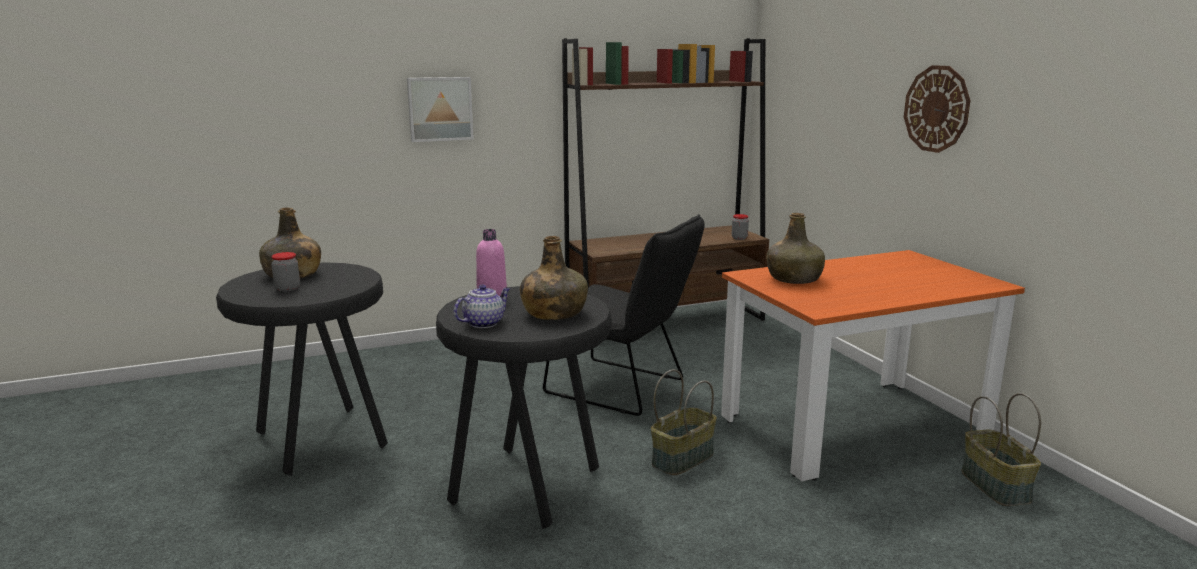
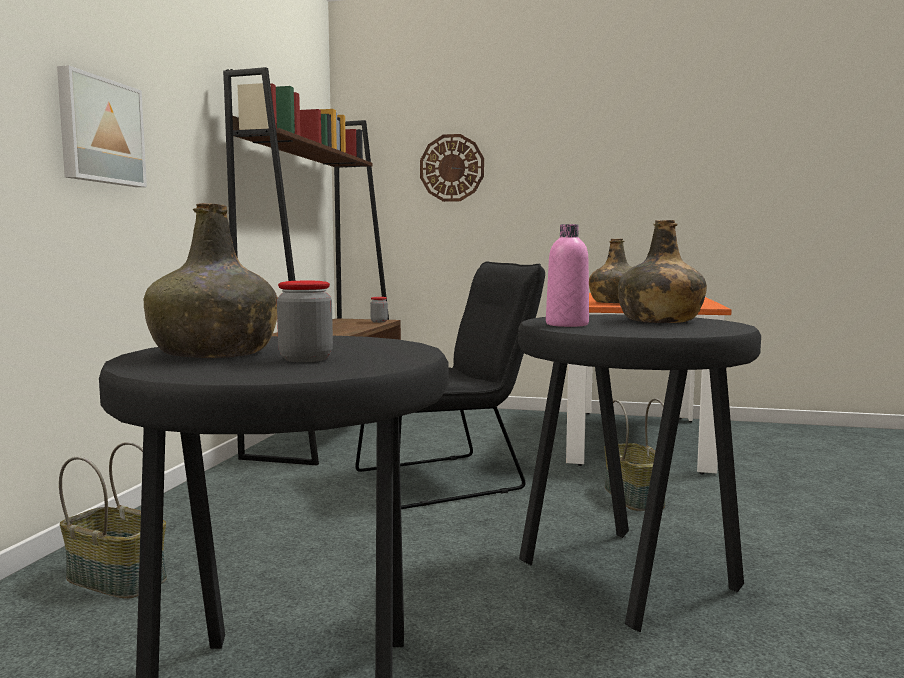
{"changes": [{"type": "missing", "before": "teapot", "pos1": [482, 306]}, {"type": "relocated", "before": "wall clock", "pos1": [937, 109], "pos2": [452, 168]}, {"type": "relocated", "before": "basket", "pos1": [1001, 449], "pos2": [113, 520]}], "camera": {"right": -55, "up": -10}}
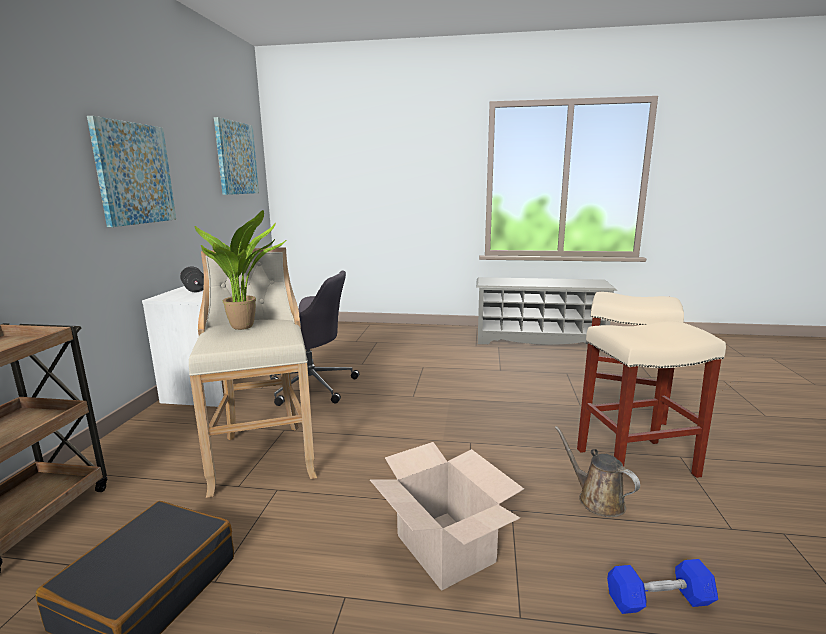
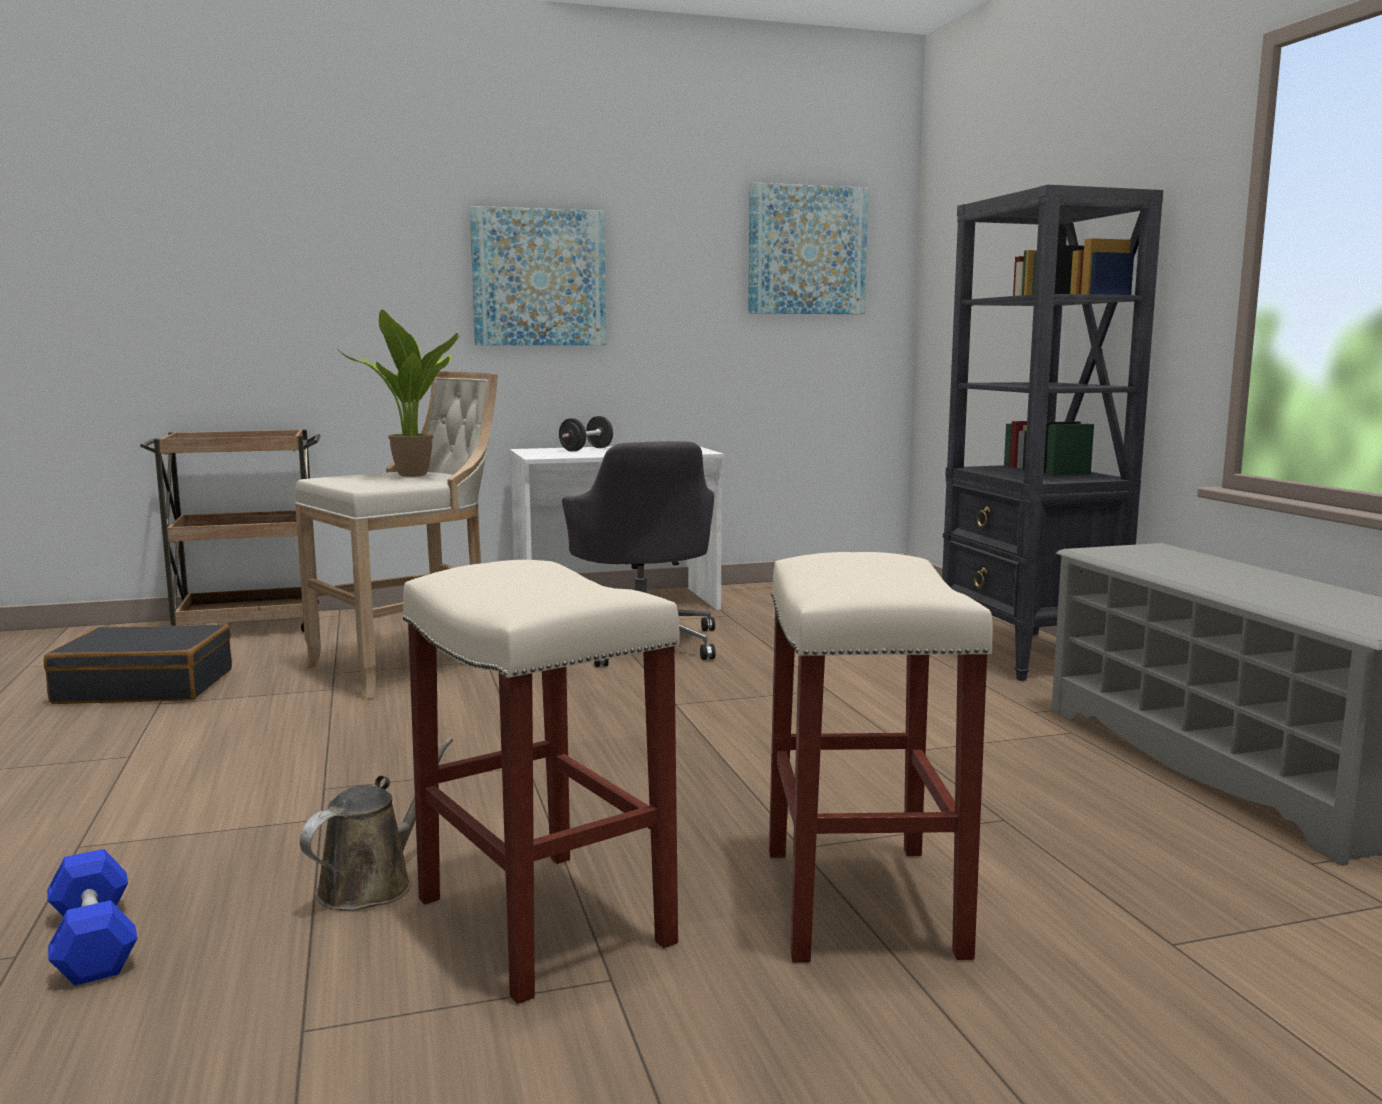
{"changes": [{"type": "missing", "before": "cardboard box", "pos1": [447, 516]}, {"type": "appeared", "after": "black bookcase", "pos2": [1052, 432]}], "camera": {"right": 65, "up": -5}}
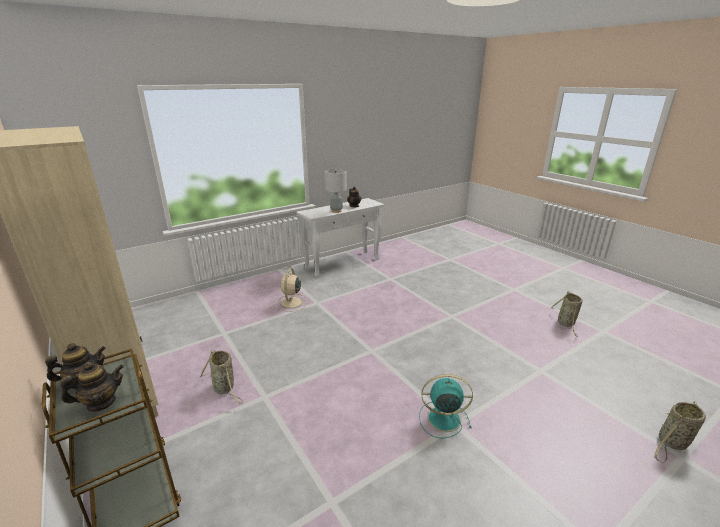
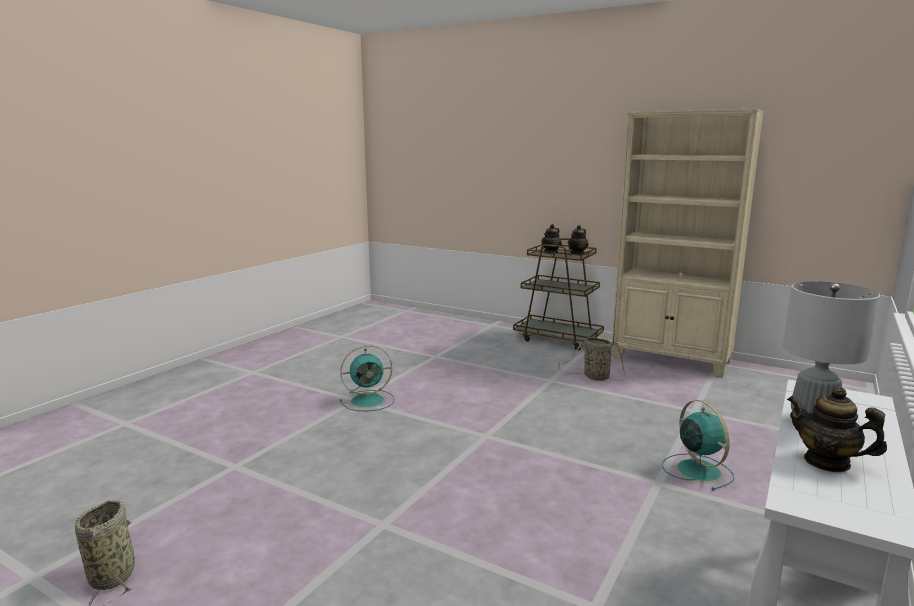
{"changes": [{"type": "colour", "before": "beige fan", "after": "turquoise fan", "pos1": [291, 289], "pos2": [698, 445]}, {"type": "missing", "before": "basket", "pos1": [680, 432]}], "camera": {"right": 155, "up": -10}}
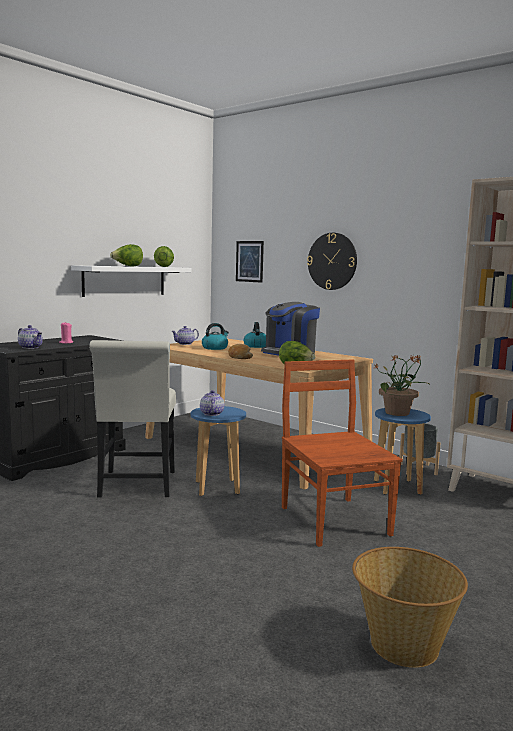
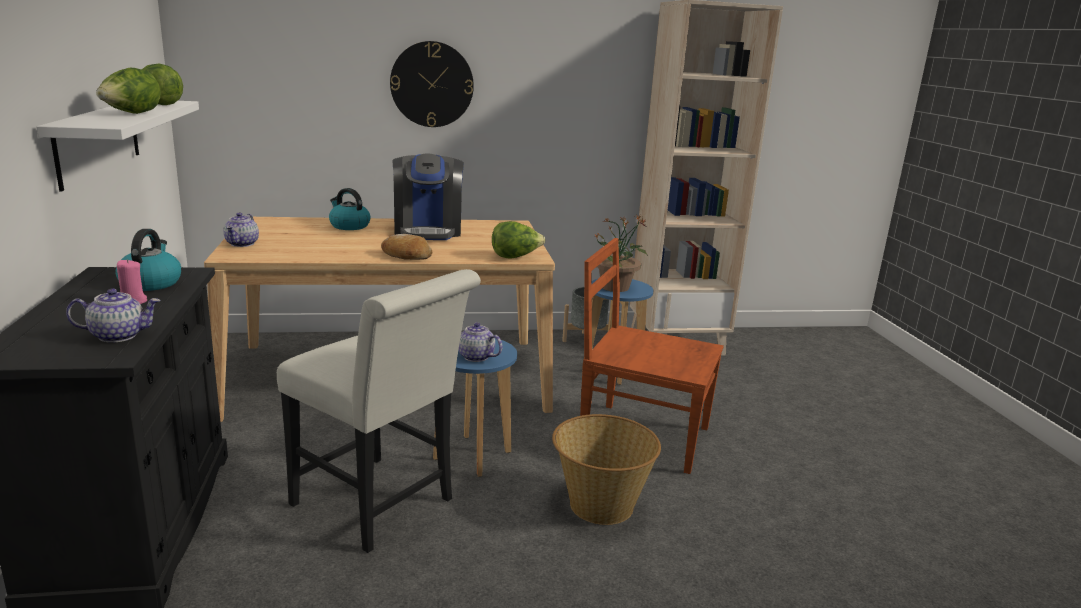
{"changes": [{"type": "relocated", "before": "kettle", "pos1": [215, 336], "pos2": [148, 260]}, {"type": "missing", "before": "picture", "pos1": [250, 262]}, {"type": "relocated", "before": "basket", "pos1": [410, 607], "pos2": [606, 469]}], "camera": {"right": -50, "up": 10}}
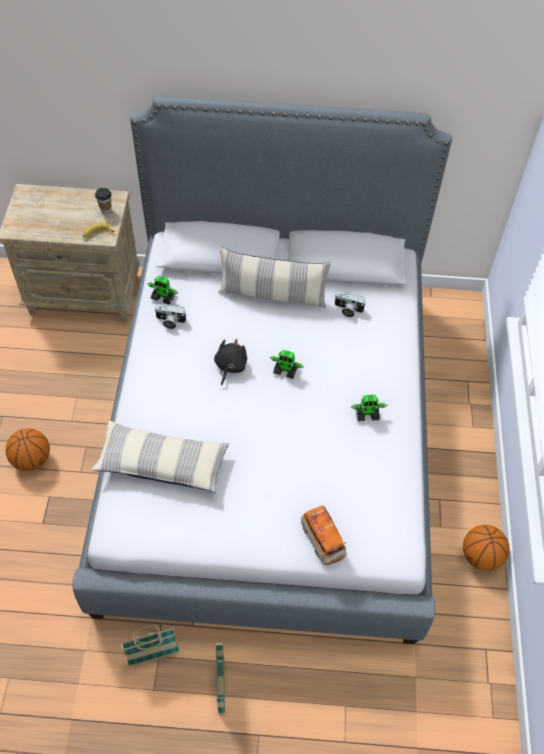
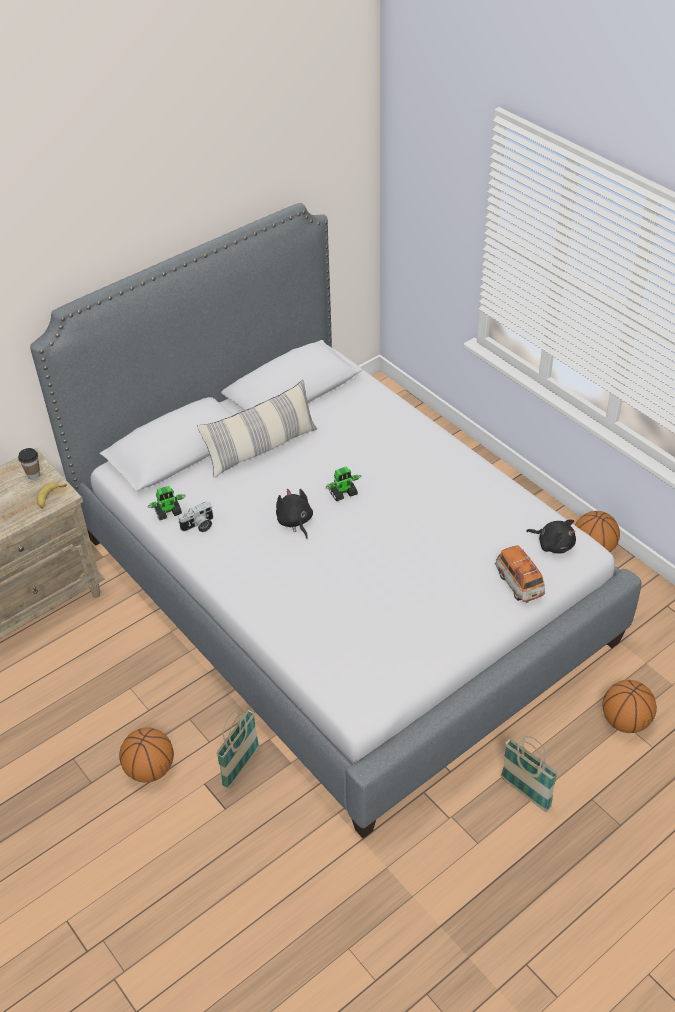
{"changes": [{"type": "missing", "before": "pillow", "pos1": [160, 456]}, {"type": "relocated", "before": "basket", "pos1": [150, 646], "pos2": [237, 749]}, {"type": "spun", "before": "toy car", "pos1": [324, 535], "pos2": [520, 574], "turn": -135}, {"type": "missing", "before": "photo camera", "pos1": [350, 304]}, {"type": "missing", "before": "toy robot", "pos1": [369, 408]}, {"type": "appeared", "after": "black plush toy", "pos2": [551, 536]}, {"type": "appeared", "after": "basketball", "pos2": [629, 706]}], "camera": {"right": -40, "up": -10}}
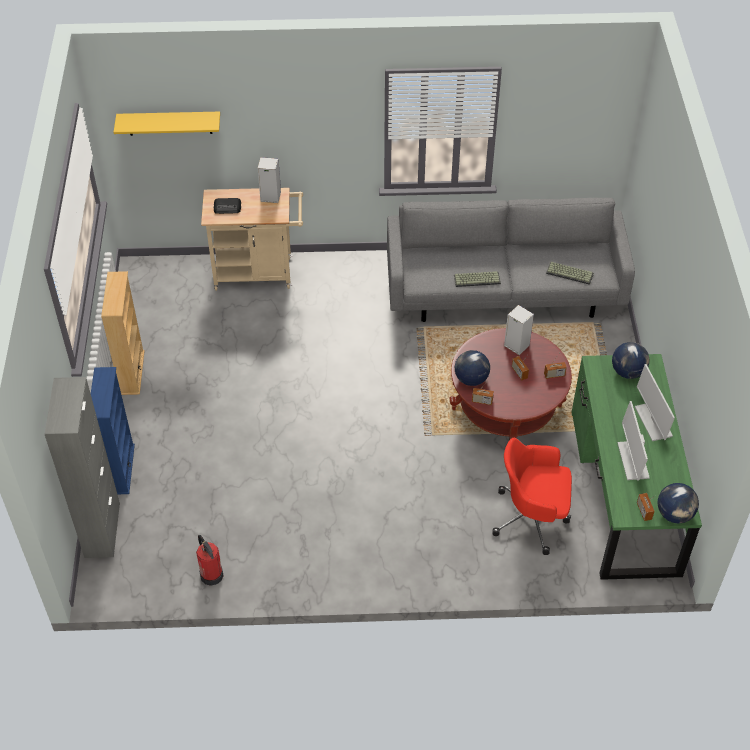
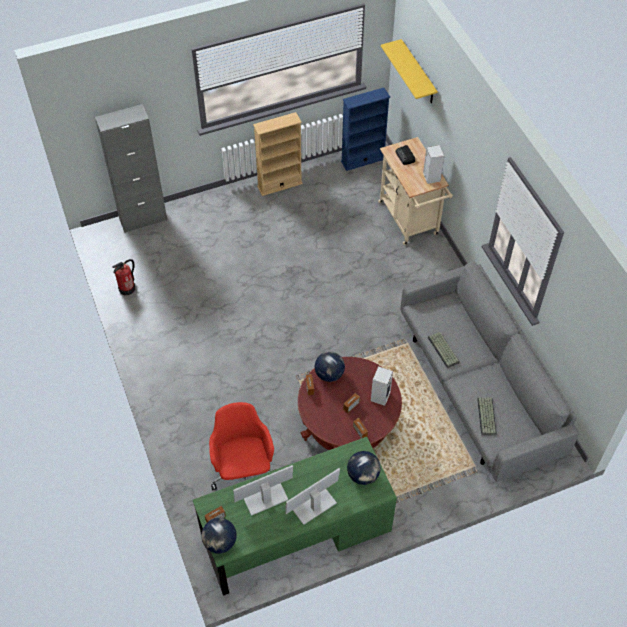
{"changes": [{"type": "relocated", "before": "blue bookcase", "pos1": [113, 430], "pos2": [365, 129]}], "camera": {"right": 70, "up": 5}}
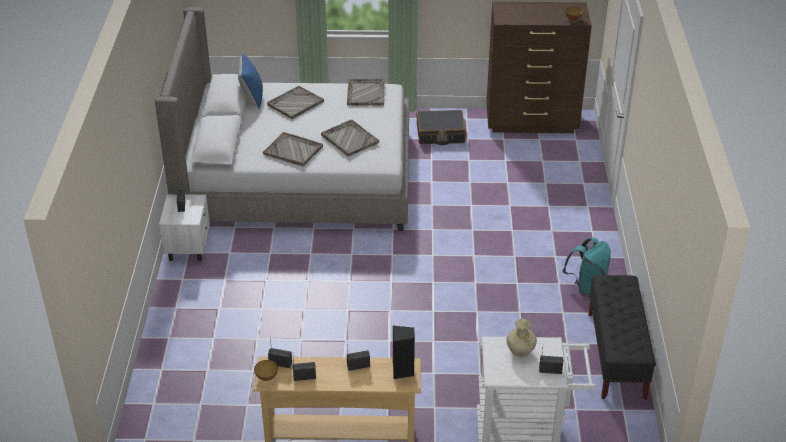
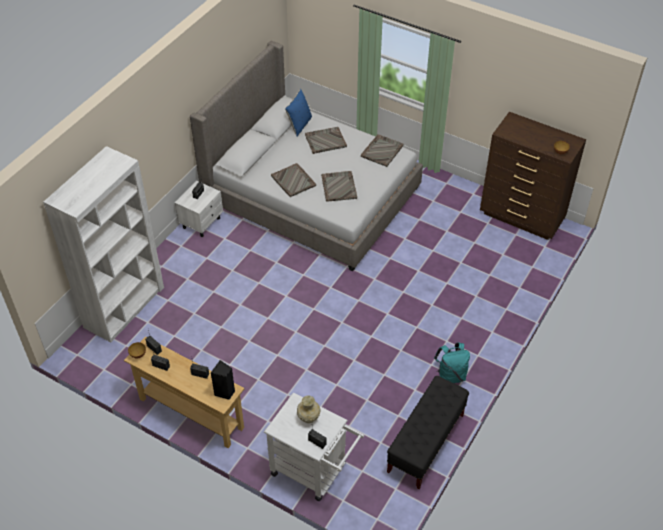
{"changes": [{"type": "missing", "before": "black suitcase", "pos1": [441, 127]}, {"type": "appeared", "after": "white bookcase", "pos2": [103, 244]}], "camera": {"right": 30, "up": 10}}
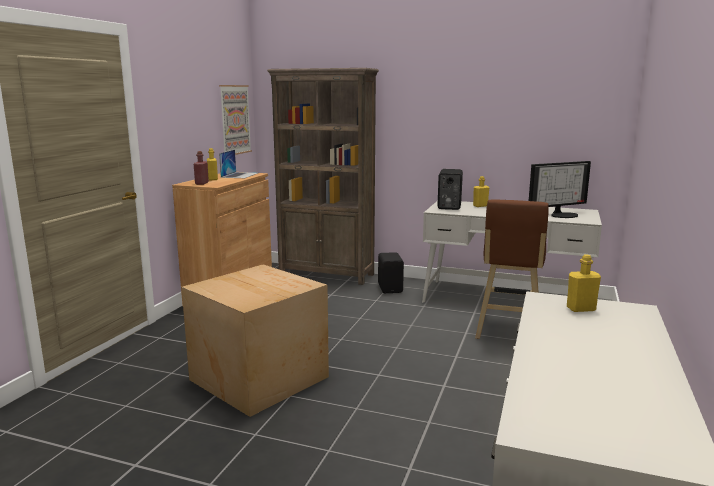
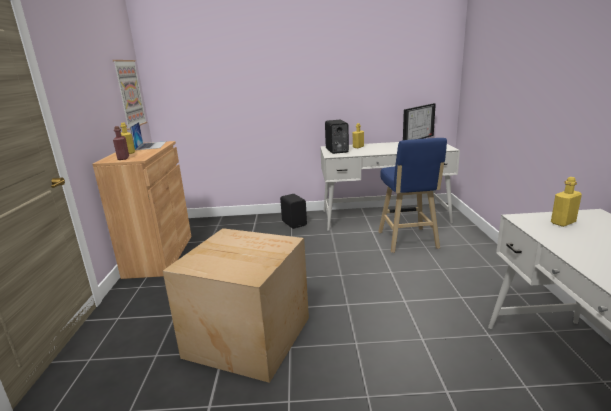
{"changes": [{"type": "missing", "before": "brown bookcase", "pos1": [323, 176]}, {"type": "colour", "before": "brown stool", "after": "blue stool", "pos1": [512, 269], "pos2": [412, 195]}], "camera": {"right": -20, "up": 5}}
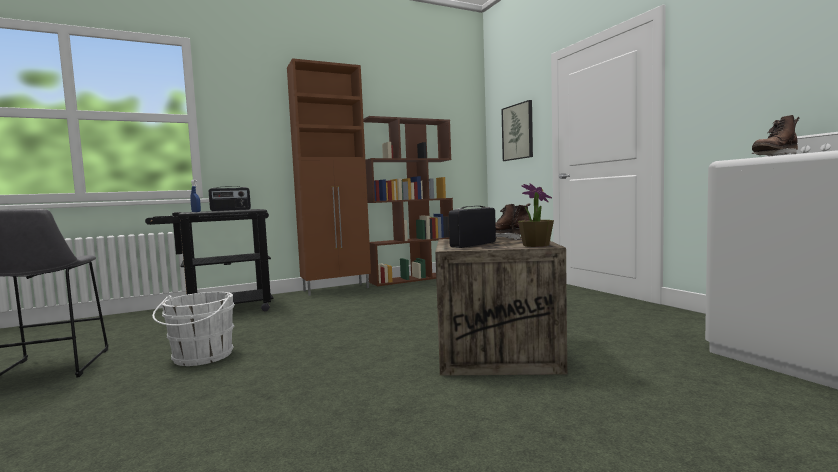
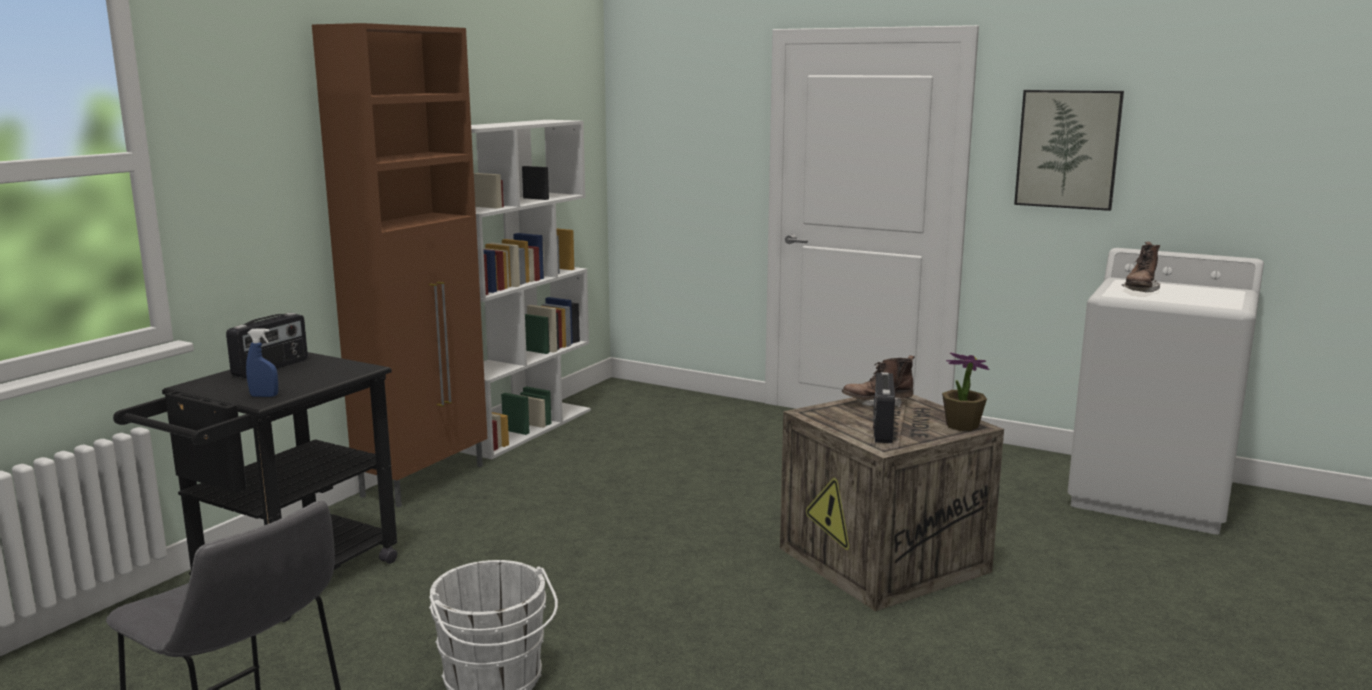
{"changes": [{"type": "colour", "before": "brown bookcase", "after": "white bookcase", "pos1": [408, 201], "pos2": [525, 289]}, {"type": "relocated", "before": "picture", "pos1": [517, 130], "pos2": [1069, 150]}], "camera": {"right": -35, "up": 10}}
